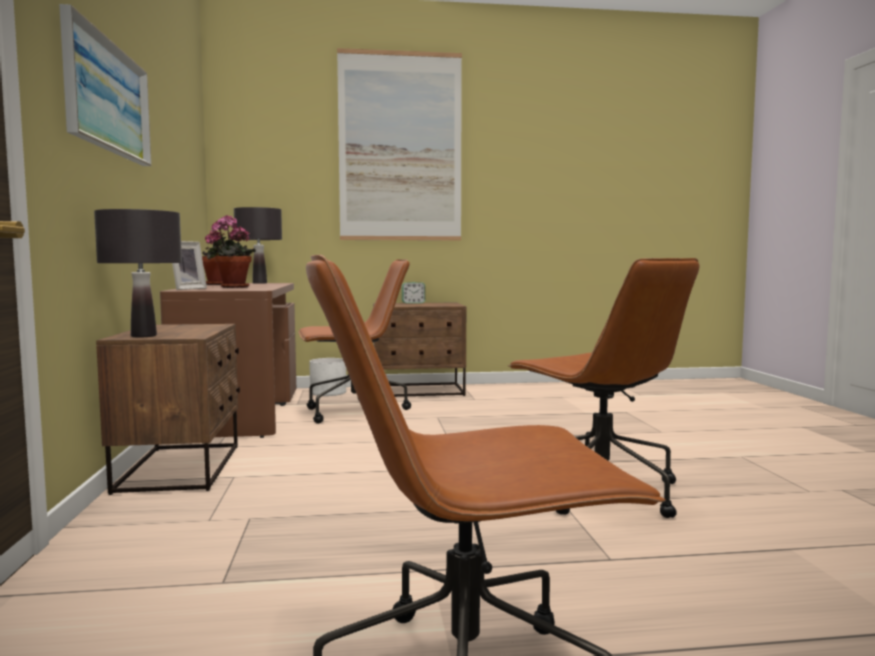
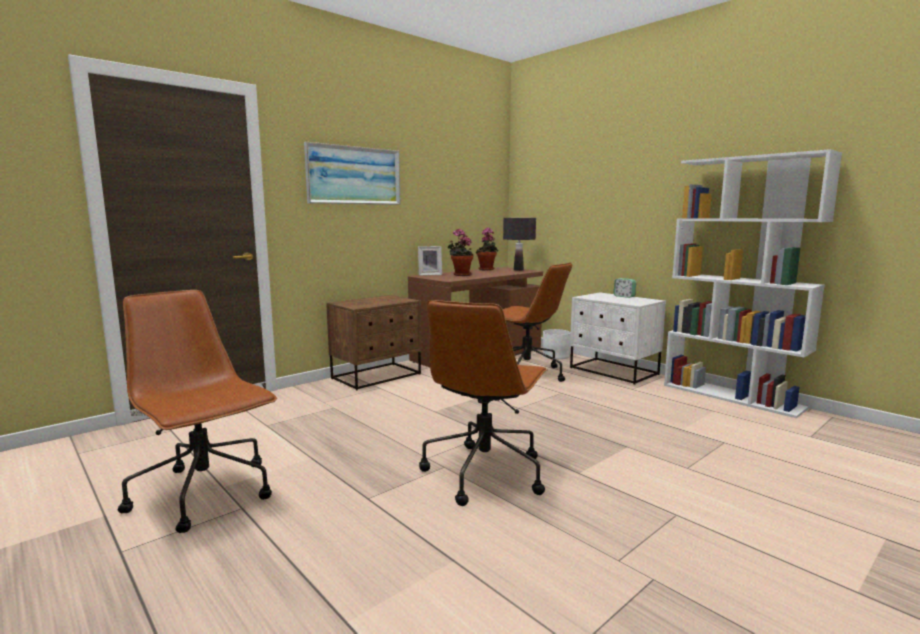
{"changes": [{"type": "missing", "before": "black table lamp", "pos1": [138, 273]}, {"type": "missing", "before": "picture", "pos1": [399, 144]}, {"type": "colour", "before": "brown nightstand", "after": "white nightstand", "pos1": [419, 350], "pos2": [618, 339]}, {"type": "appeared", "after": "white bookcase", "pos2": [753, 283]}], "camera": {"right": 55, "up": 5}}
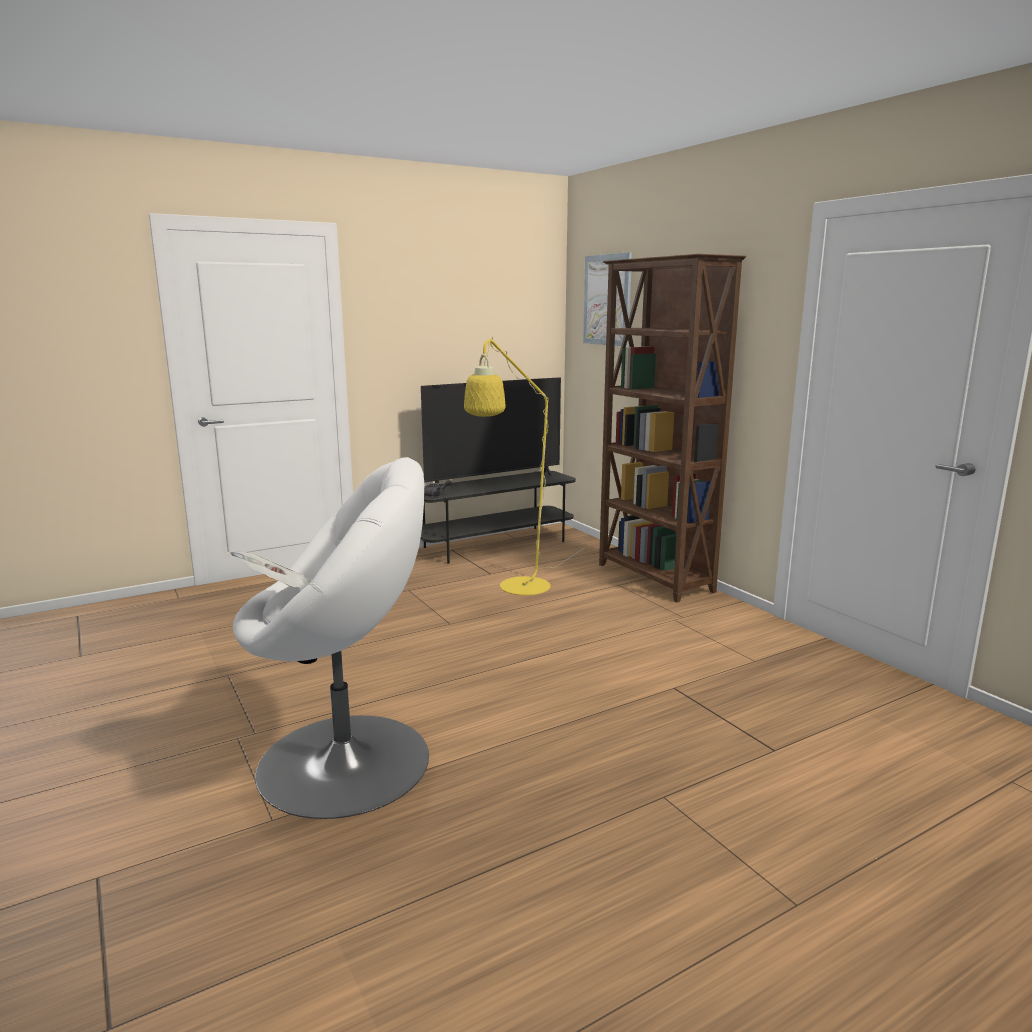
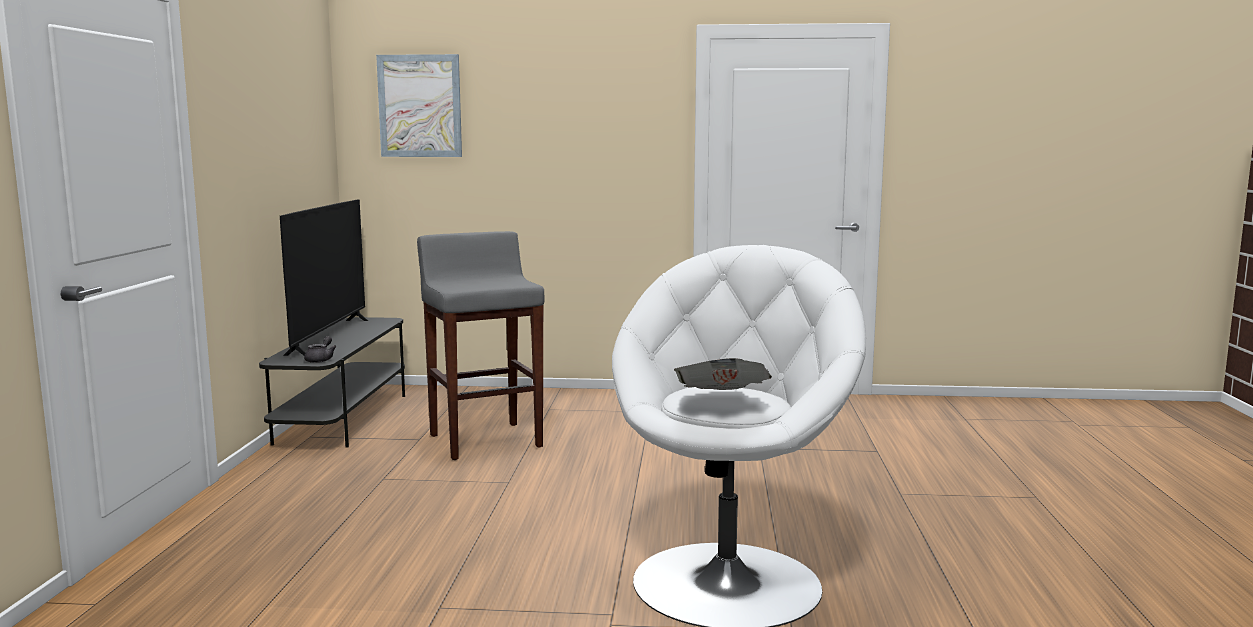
{"changes": [{"type": "exchanged", "before": "yellow floor lamp", "after": "grey stool", "pos1": [524, 465], "pos2": [481, 345]}, {"type": "missing", "before": "brown bookcase", "pos1": [672, 428]}], "camera": {"right": -55, "up": -5}}
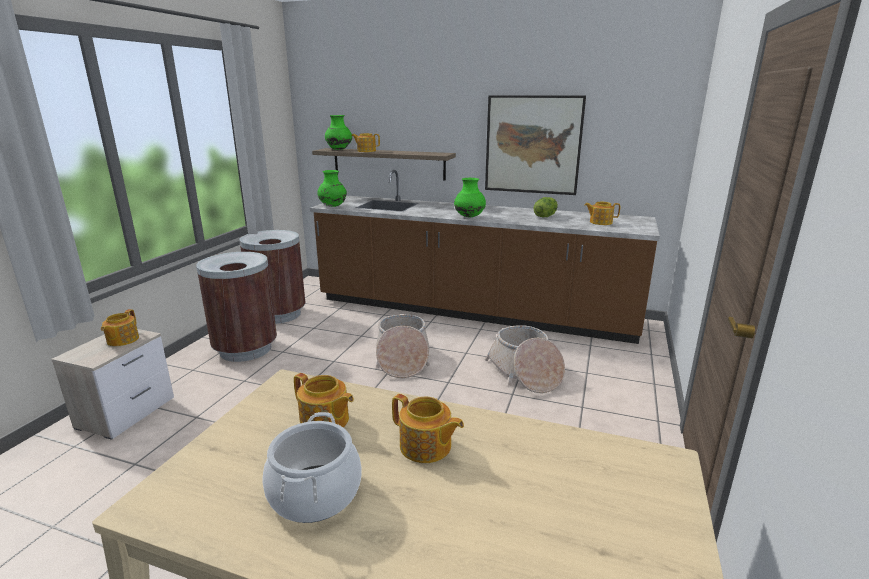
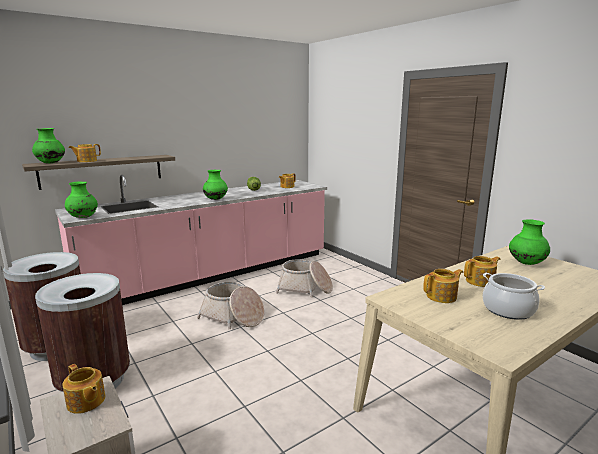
{"changes": [{"type": "colour", "before": "brown counter", "after": "pink counter", "pos1": [485, 257], "pos2": [191, 240]}, {"type": "missing", "before": "picture", "pos1": [535, 145]}, {"type": "appeared", "after": "green vase", "pos2": [529, 242]}], "camera": {"right": -55, "up": -5}}
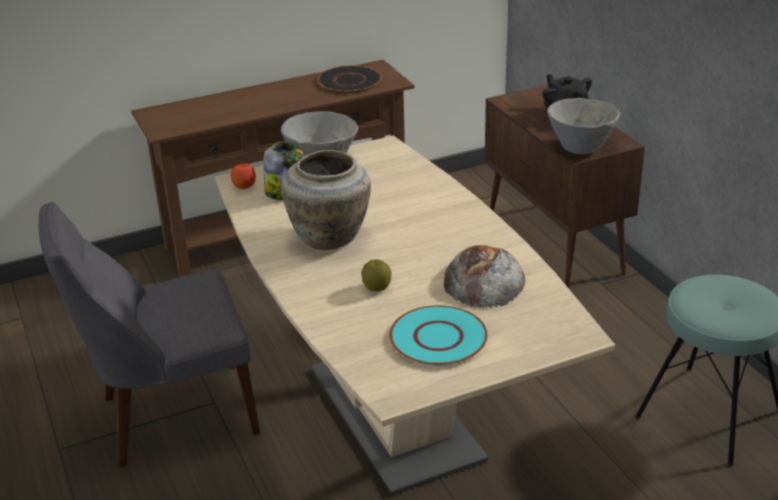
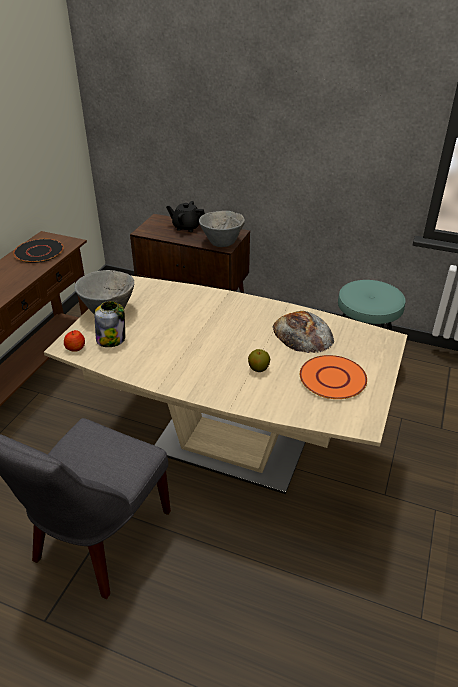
{"changes": [{"type": "missing", "before": "beige vase", "pos1": [326, 200]}, {"type": "colour", "before": "turquoise plate", "after": "orange plate", "pos1": [438, 335], "pos2": [333, 377]}], "camera": {"right": -45, "up": 5}}
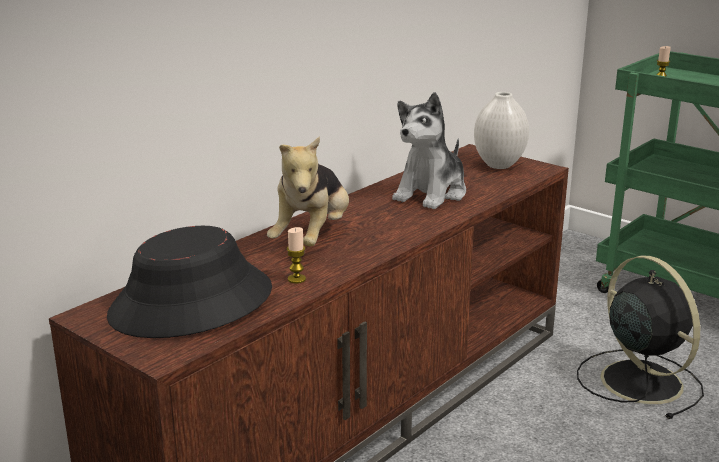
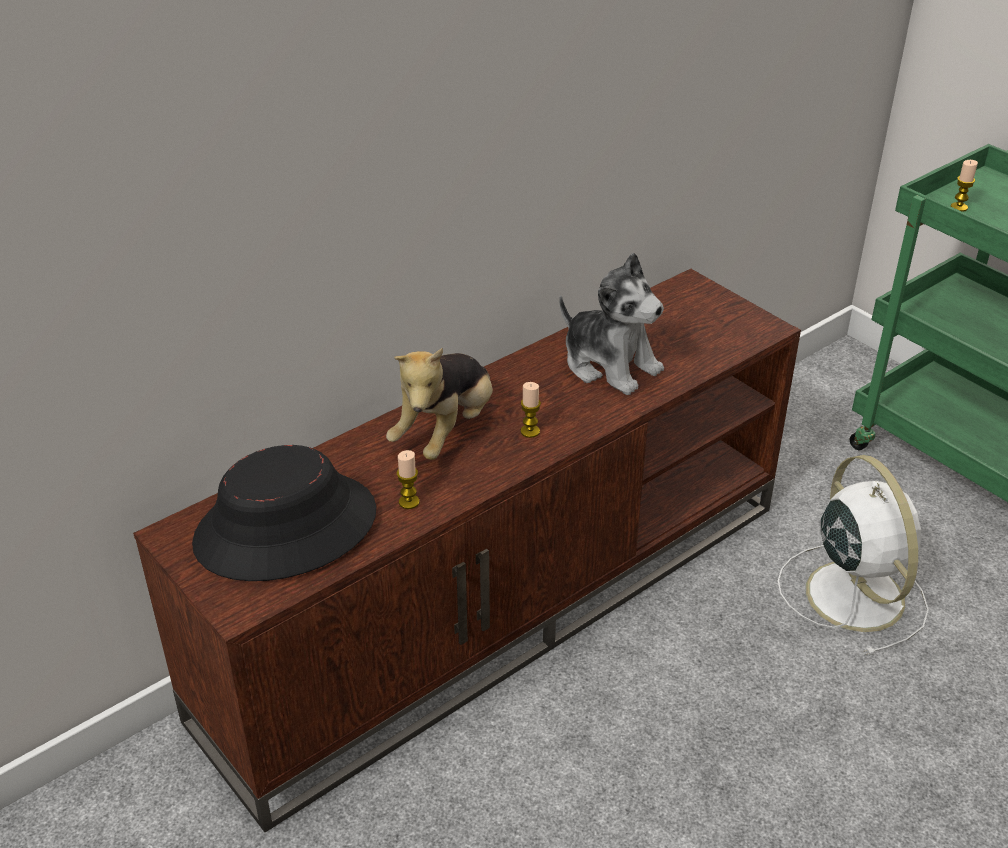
{"changes": [{"type": "spun", "before": "plush toy", "pos1": [429, 150], "pos2": [611, 324], "turn": -90}, {"type": "missing", "before": "white vase", "pos1": [501, 130]}, {"type": "colour", "before": "black fan", "after": "white fan", "pos1": [640, 337], "pos2": [853, 555]}, {"type": "appeared", "after": "candle", "pos2": [531, 410]}], "camera": {"right": 10, "up": 15}}
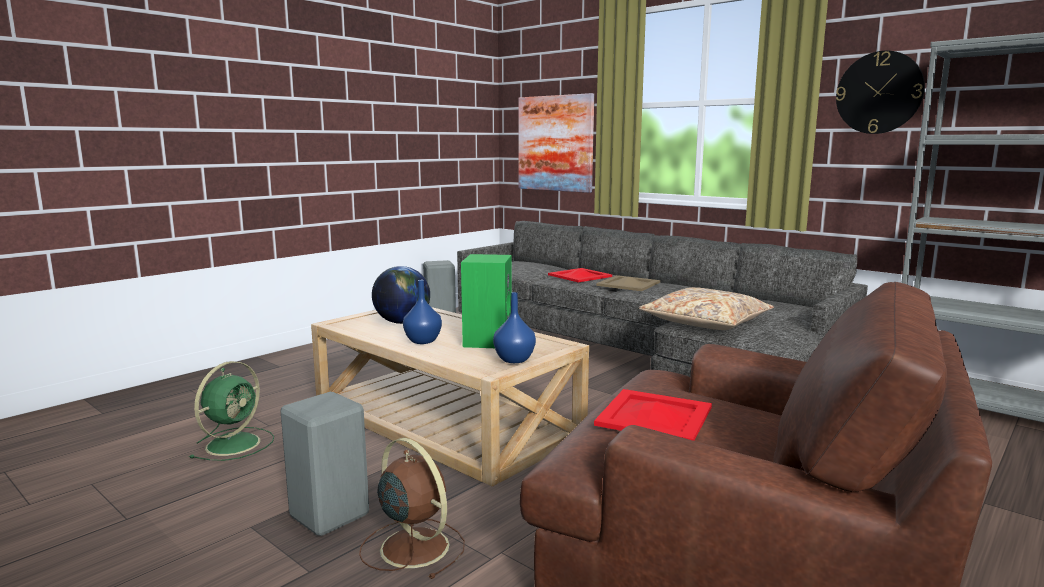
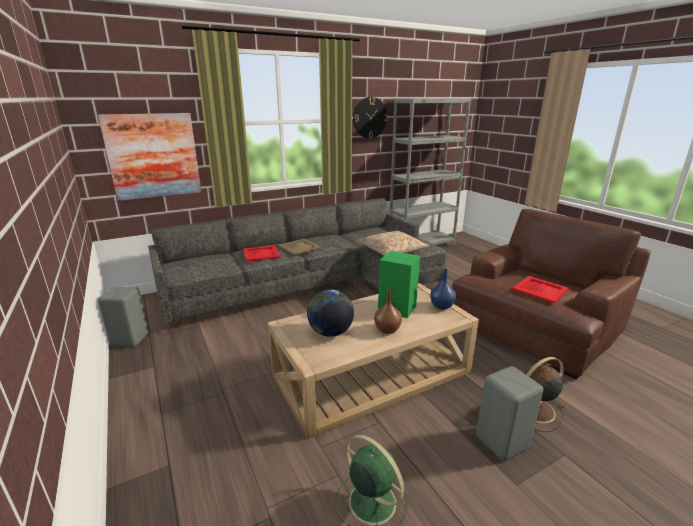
{"changes": [{"type": "colour", "before": "blue vase", "after": "brown vase", "pos1": [422, 312], "pos2": [388, 311]}], "camera": {"right": -70, "up": 10}}
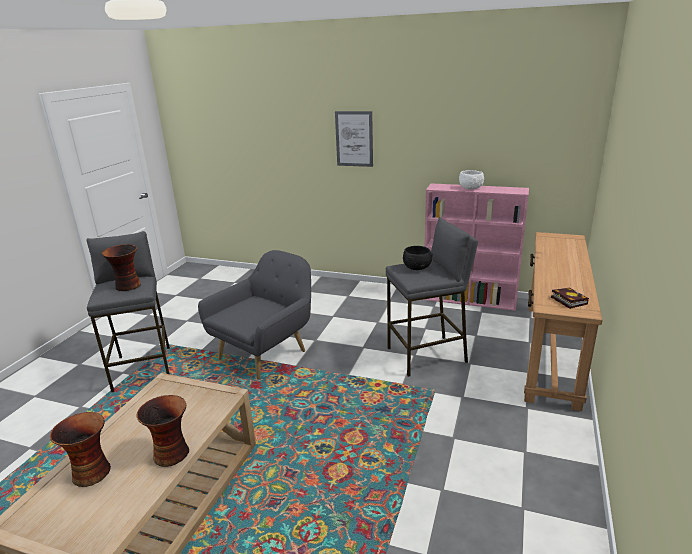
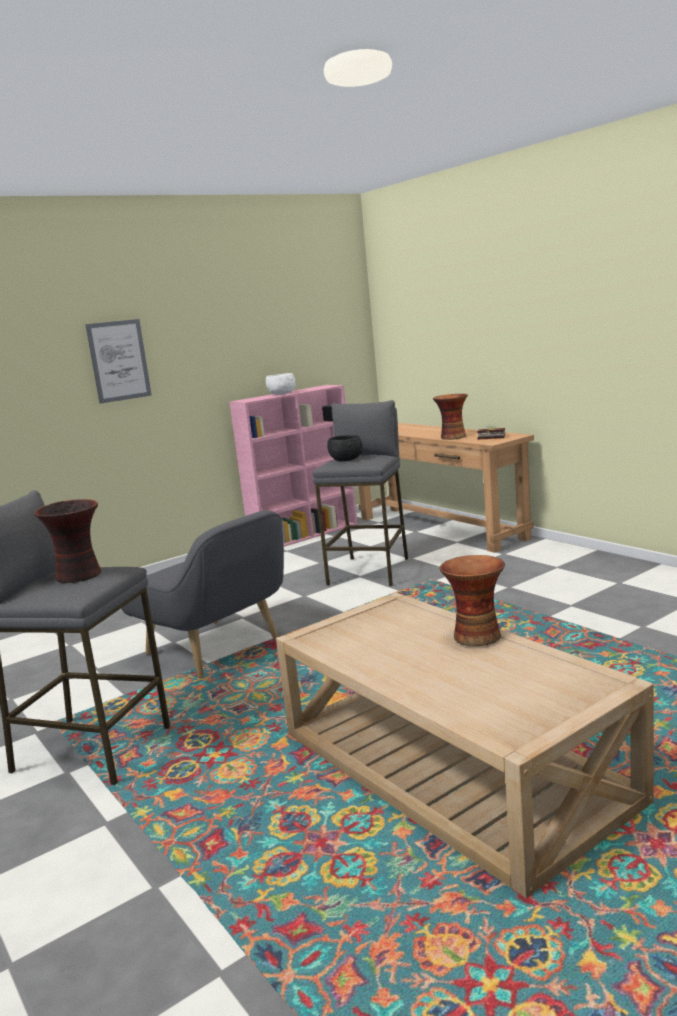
{"changes": [{"type": "relocated", "before": "vase", "pos1": [80, 449], "pos2": [450, 417]}, {"type": "spun", "before": "grey armchair", "pos1": [254, 314], "pos2": [202, 594], "turn": 150}], "camera": {"right": -55, "up": -10}}
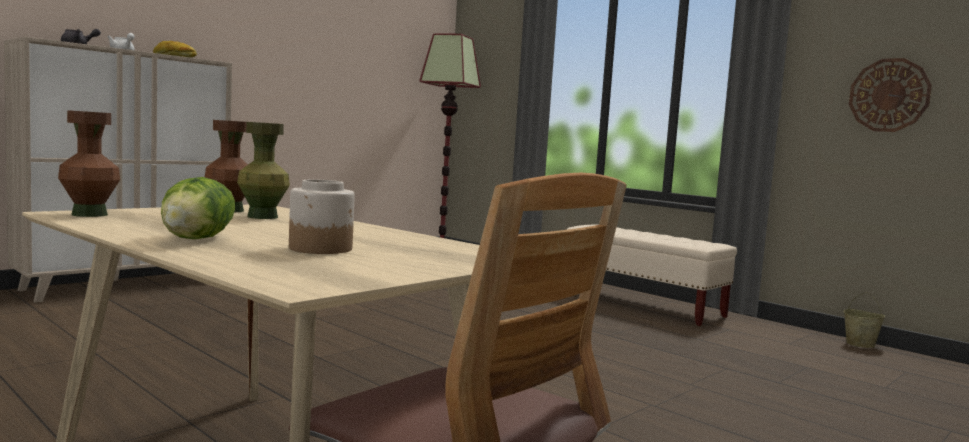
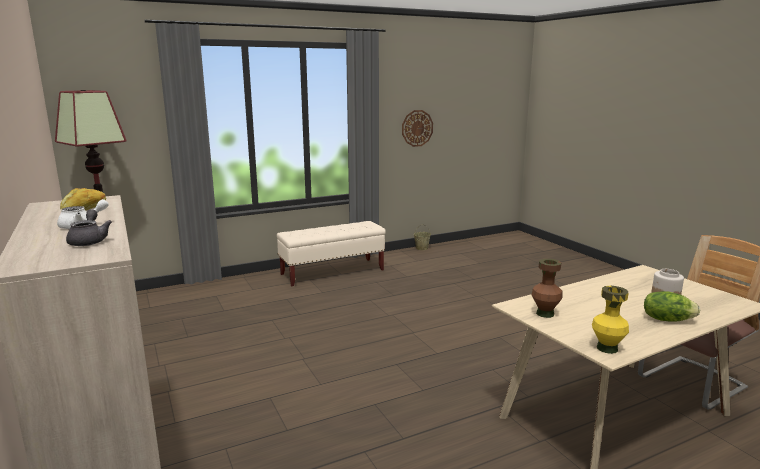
{"changes": [{"type": "colour", "before": "brown vase", "after": "yellow vase", "pos1": [89, 163], "pos2": [610, 320]}, {"type": "missing", "before": "green vase", "pos1": [263, 170]}], "camera": {"right": -70, "up": 10}}
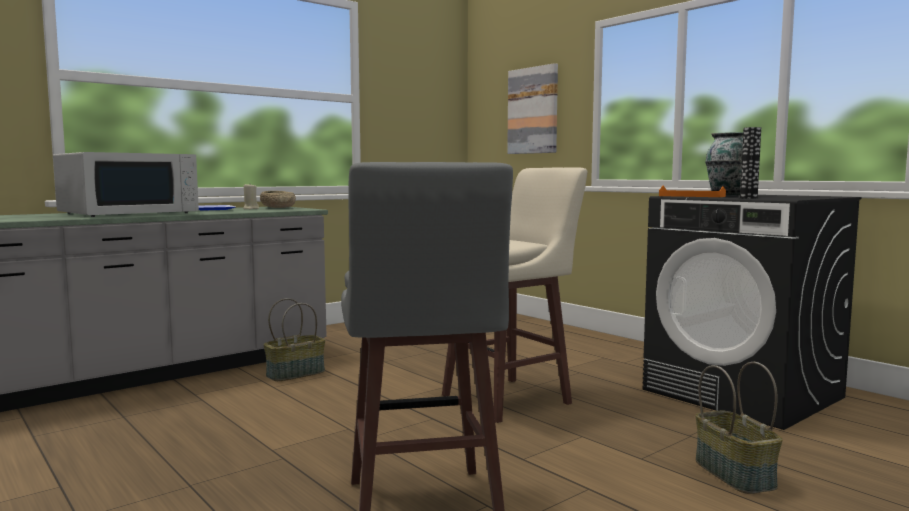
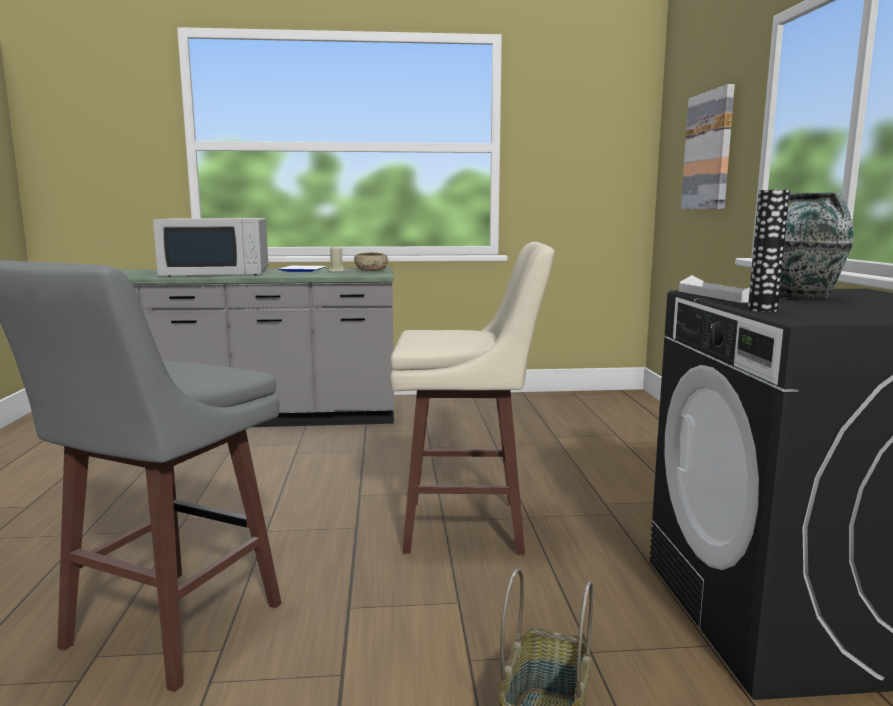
{"changes": [{"type": "missing", "before": "basket", "pos1": [294, 339]}, {"type": "colour", "before": "orange tray", "after": "white tray", "pos1": [692, 191], "pos2": [714, 289]}], "camera": {"right": 35, "up": 5}}
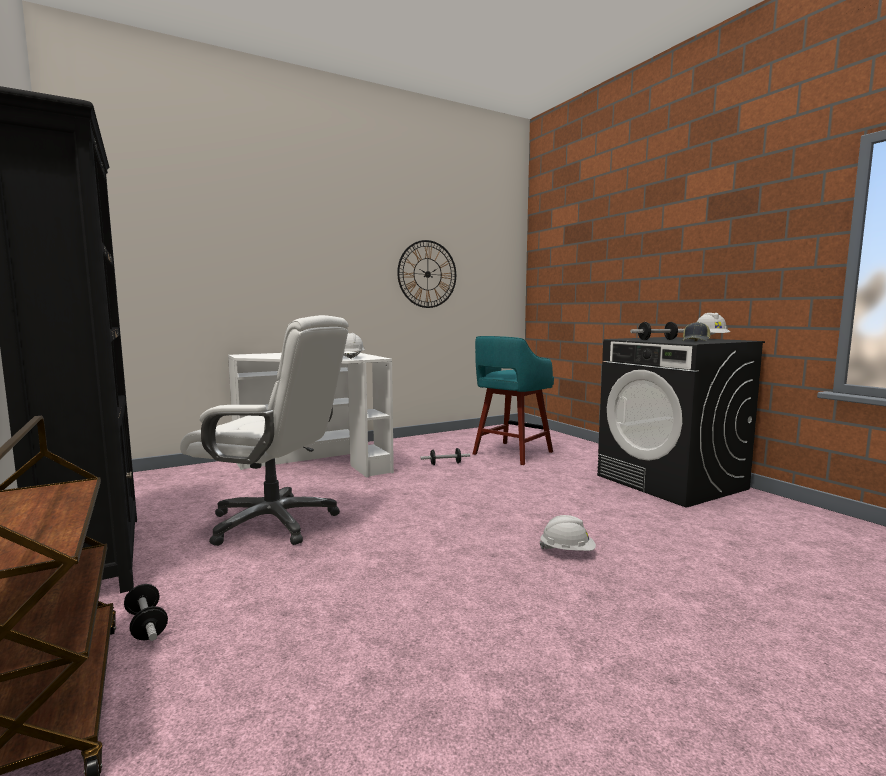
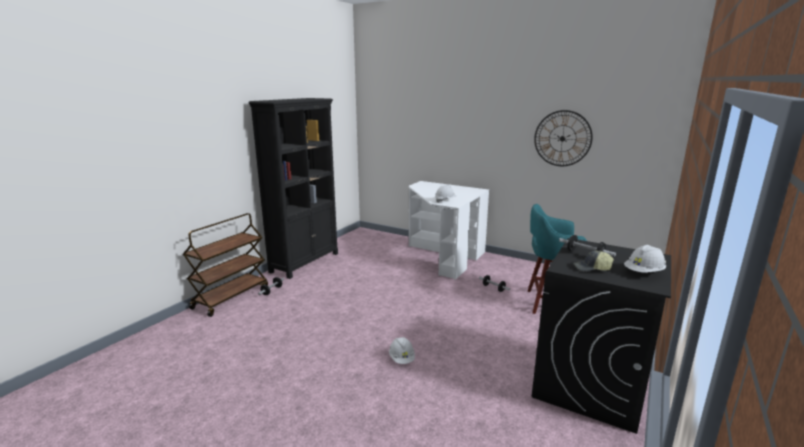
{"changes": [{"type": "missing", "before": "white office chair", "pos1": [264, 430]}], "camera": {"right": 60, "up": 10}}
